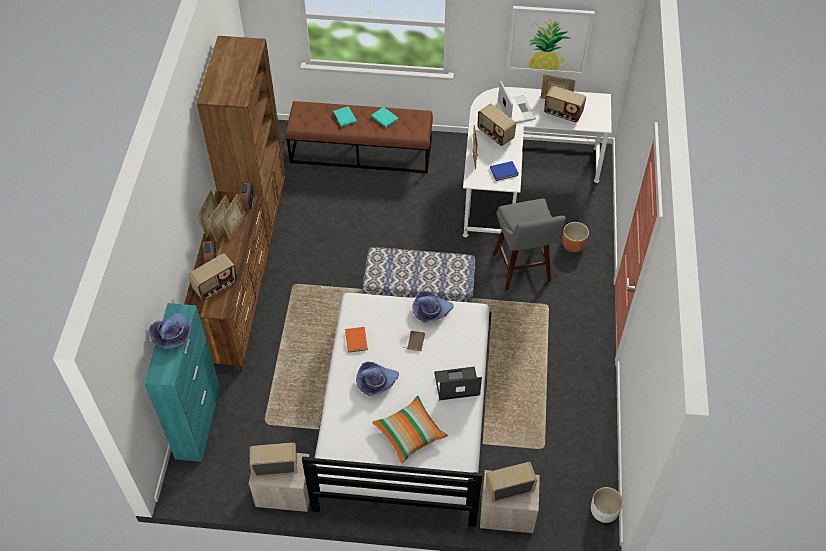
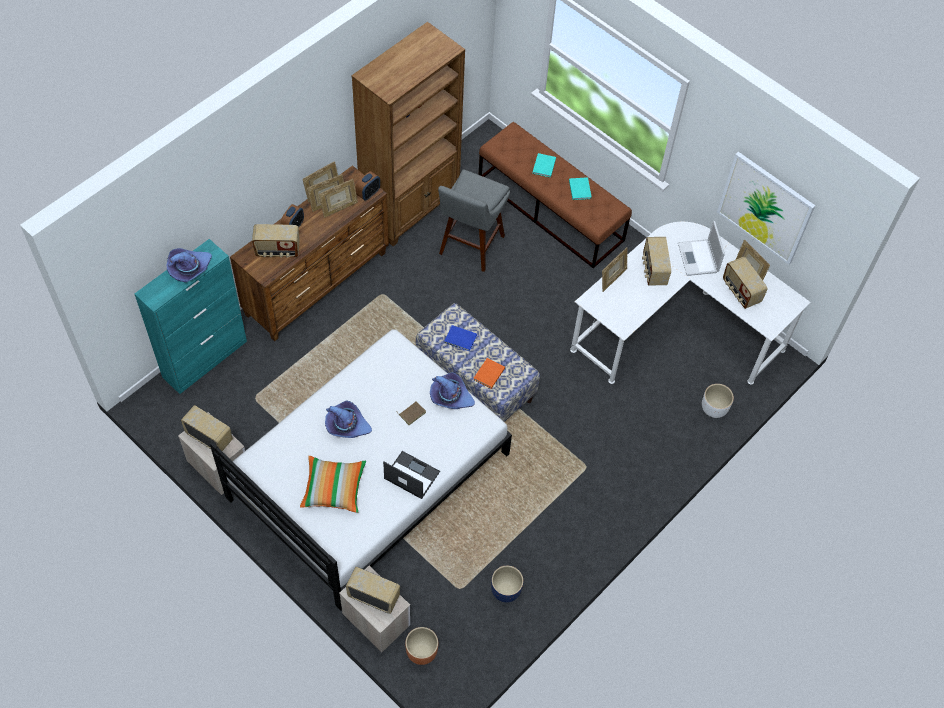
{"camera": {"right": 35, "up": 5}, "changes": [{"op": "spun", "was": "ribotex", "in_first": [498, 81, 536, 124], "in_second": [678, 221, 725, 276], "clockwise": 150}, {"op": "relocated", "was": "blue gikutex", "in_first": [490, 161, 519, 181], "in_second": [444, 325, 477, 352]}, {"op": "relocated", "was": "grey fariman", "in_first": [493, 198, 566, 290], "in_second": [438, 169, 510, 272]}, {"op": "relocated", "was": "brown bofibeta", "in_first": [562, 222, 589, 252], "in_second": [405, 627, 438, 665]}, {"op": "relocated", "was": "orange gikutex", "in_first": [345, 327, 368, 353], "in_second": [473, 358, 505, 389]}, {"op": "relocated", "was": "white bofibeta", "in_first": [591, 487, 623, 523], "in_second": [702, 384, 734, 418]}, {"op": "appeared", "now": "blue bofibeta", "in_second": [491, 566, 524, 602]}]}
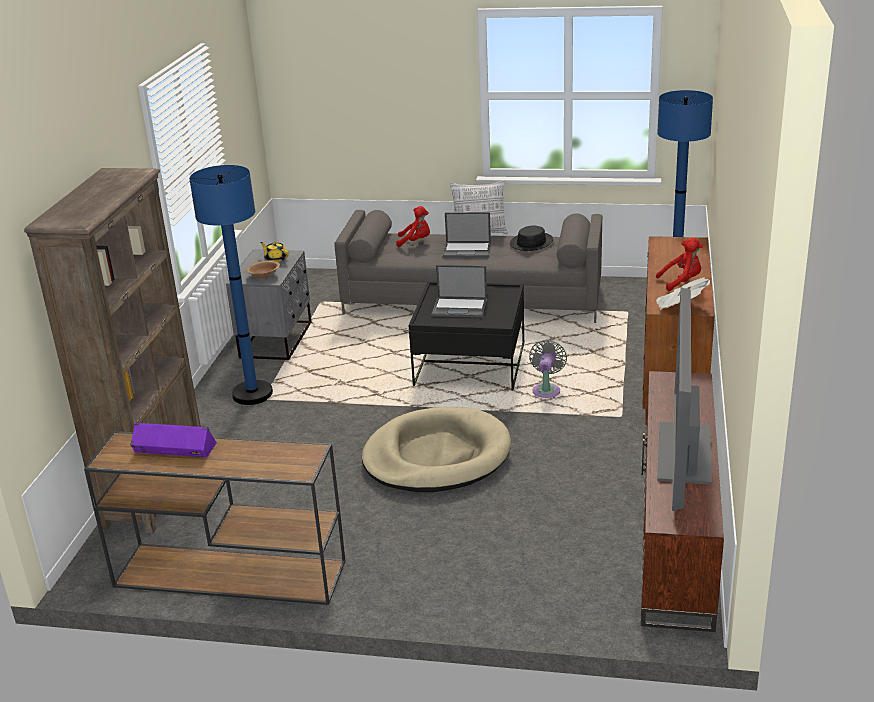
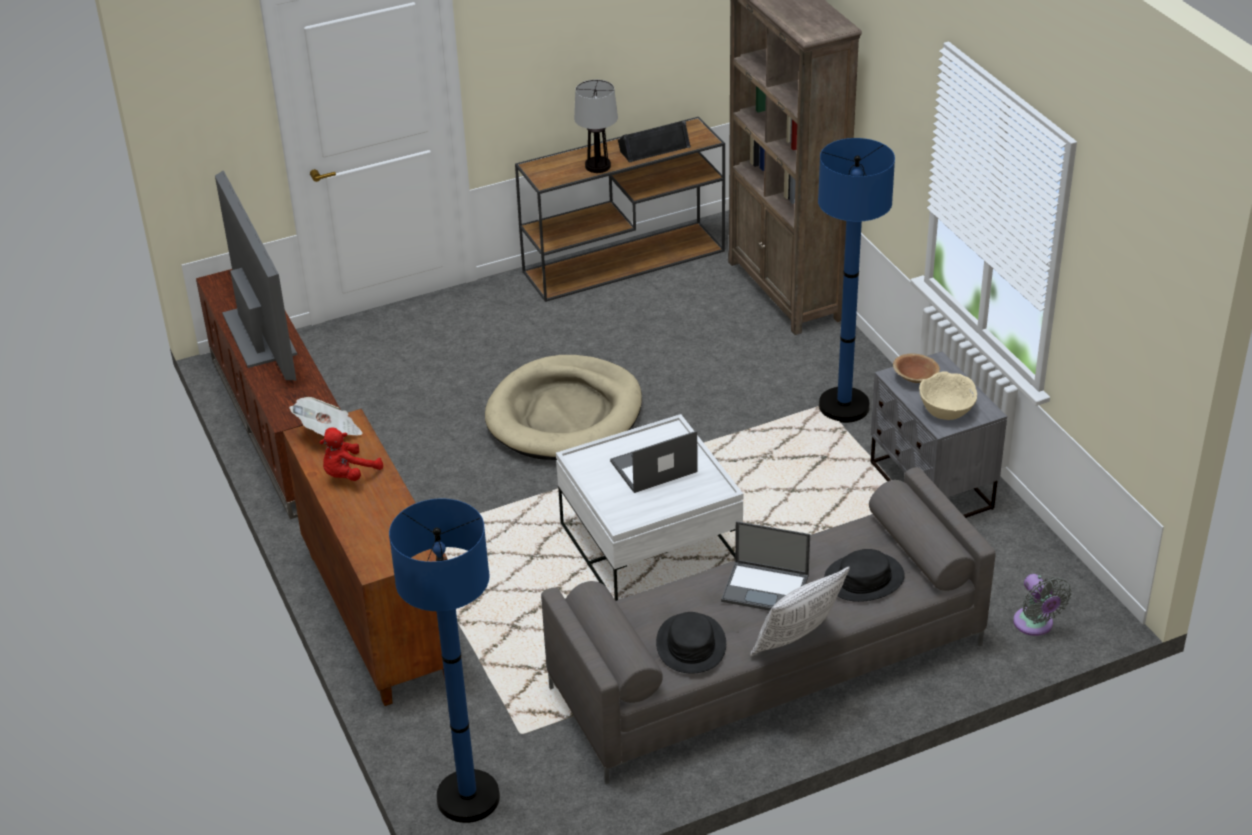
{"camera": {"right": 145, "up": 10}, "changes": [{"op": "exchanged", "was": "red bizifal", "now": "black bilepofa", "in_first": [397, 206, 430, 247], "in_second": [824, 549, 905, 602]}, {"op": "spun", "was": "ribotex", "in_first": [443, 212, 491, 258], "in_second": [721, 521, 810, 611], "clockwise": -135}, {"op": "exchanged", "was": "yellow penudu", "now": "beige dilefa", "in_first": [260, 242, 289, 262], "in_second": [919, 371, 977, 420]}, {"op": "colour", "was": "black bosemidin", "now": "white bosemidin", "in_first": [409, 281, 524, 391], "in_second": [556, 414, 743, 601]}, {"op": "relocated", "was": "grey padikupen", "in_first": [529, 340, 567, 398], "in_second": [1013, 574, 1072, 636]}, {"op": "colour", "was": "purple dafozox", "now": "black dafozox", "in_first": [130, 422, 217, 457], "in_second": [618, 120, 691, 163]}, {"op": "appeared", "now": "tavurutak", "in_second": [574, 80, 618, 173]}]}
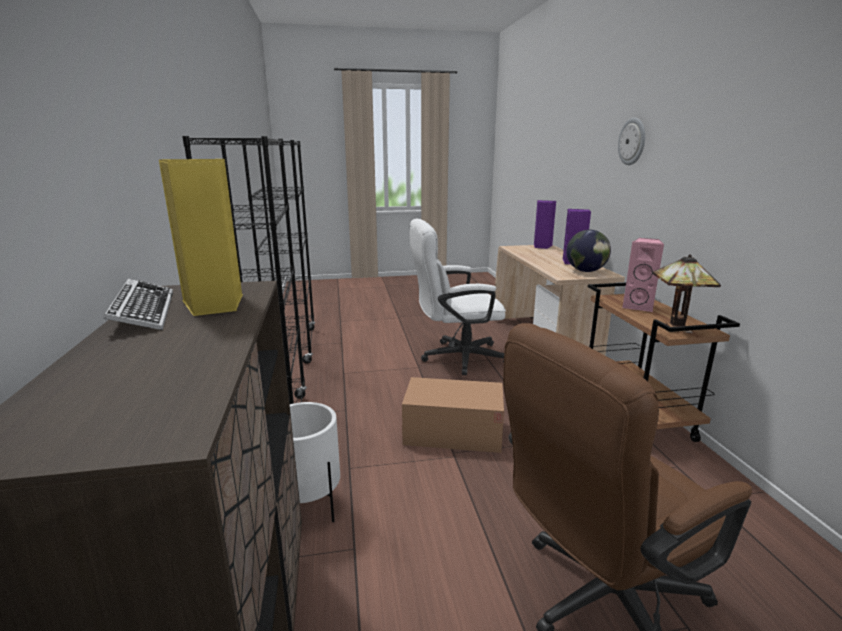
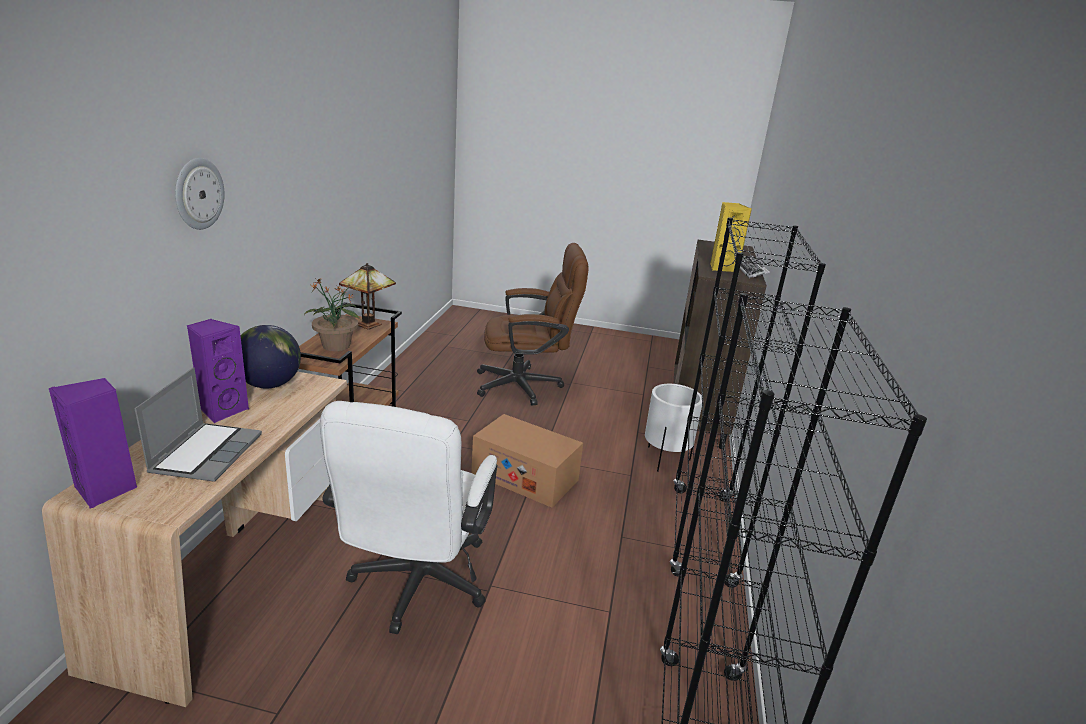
{"camera": {"right": -160, "up": 5}, "changes": [{"op": "spun", "was": "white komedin", "in_first": [409, 218, 506, 375], "in_second": [320, 401, 497, 634], "clockwise": 90}, {"op": "exchanged", "was": "pink dafozox", "now": "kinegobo", "in_first": [622, 238, 664, 312], "in_second": [304, 279, 361, 351]}, {"op": "appeared", "now": "ribotex", "in_second": [134, 367, 262, 482]}]}
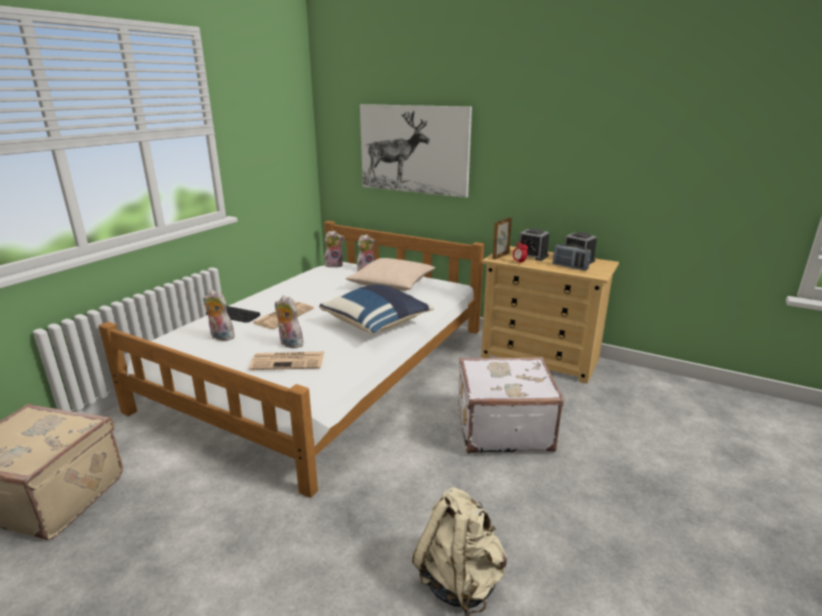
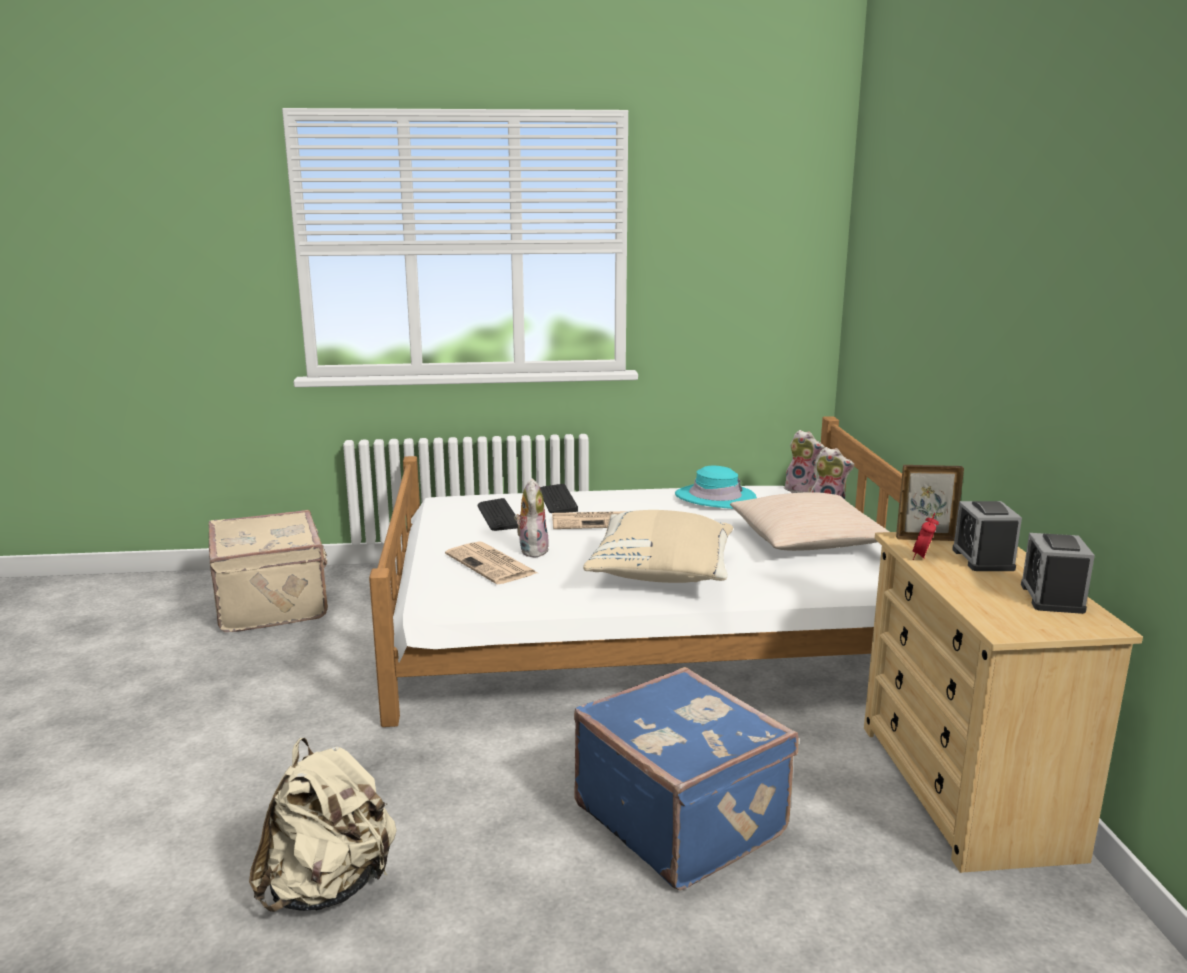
{"camera": {"right": 55, "up": -5}, "changes": [{"op": "missing", "was": "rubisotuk", "in_first": [360, 104, 472, 198]}, {"op": "missing", "was": "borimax", "in_first": [553, 244, 591, 270]}, {"op": "colour", "was": "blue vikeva", "now": "beige vikeva", "in_first": [319, 284, 434, 334], "in_second": [583, 510, 733, 583]}, {"op": "exchanged", "was": "bizifal", "now": "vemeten", "in_first": [203, 290, 236, 341], "in_second": [478, 498, 518, 531]}, {"op": "colour", "was": "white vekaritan", "now": "blue vekaritan", "in_first": [459, 357, 564, 454], "in_second": [574, 667, 799, 890]}, {"op": "appeared", "now": "turquoise bilepofa", "in_second": [675, 465, 757, 509]}]}
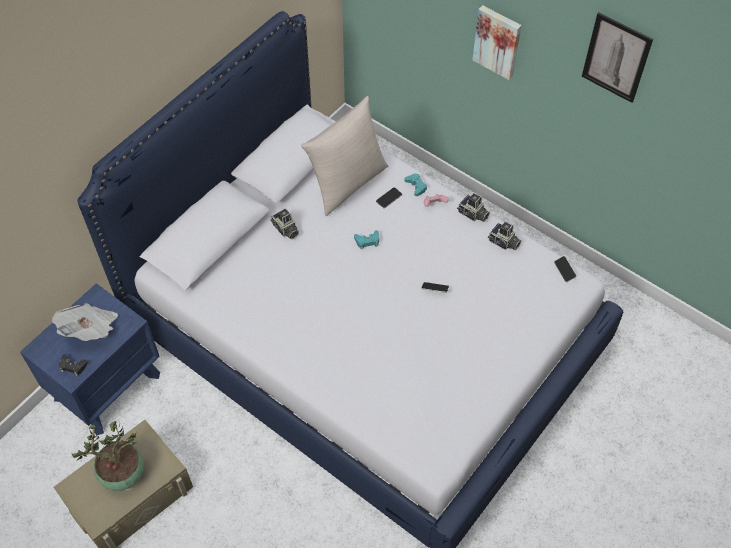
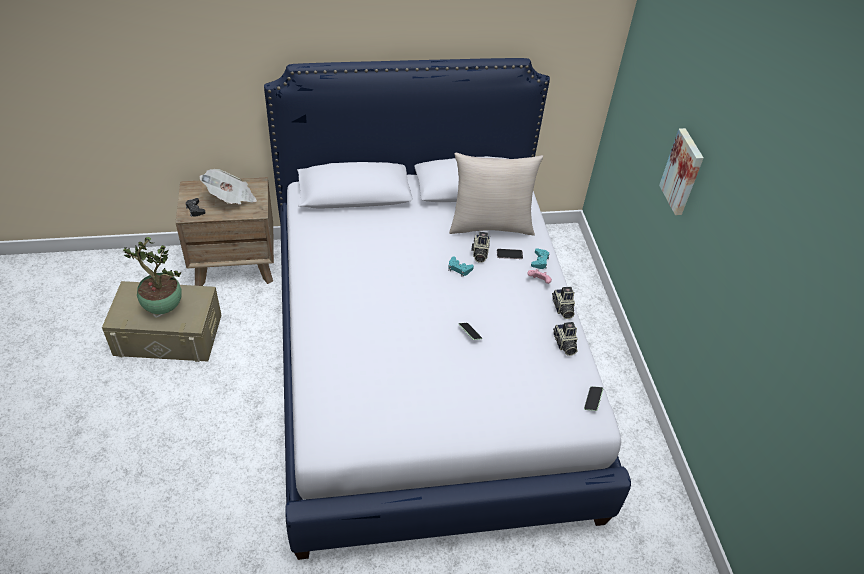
{"camera": {"right": 40, "up": -10}, "changes": [{"op": "missing", "was": "rubisotuk", "in_first": [582, 12, 653, 103]}, {"op": "relocated", "was": "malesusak", "in_first": [270, 209, 299, 239], "in_second": [471, 232, 490, 263]}, {"op": "colour", "was": "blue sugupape", "now": "brown sugupape", "in_first": [20, 283, 160, 436], "in_second": [175, 177, 274, 286]}]}
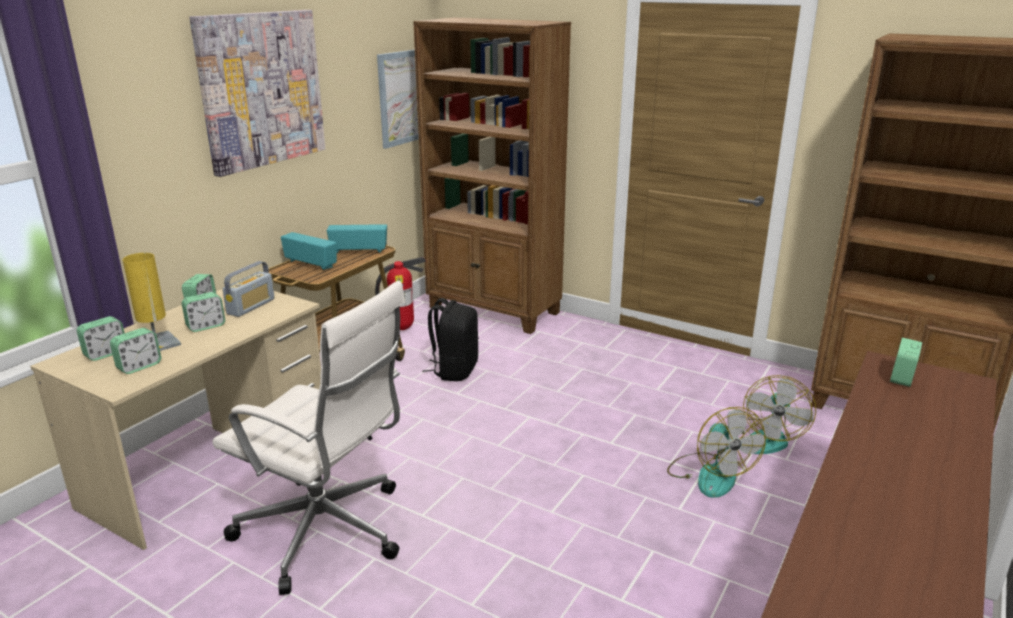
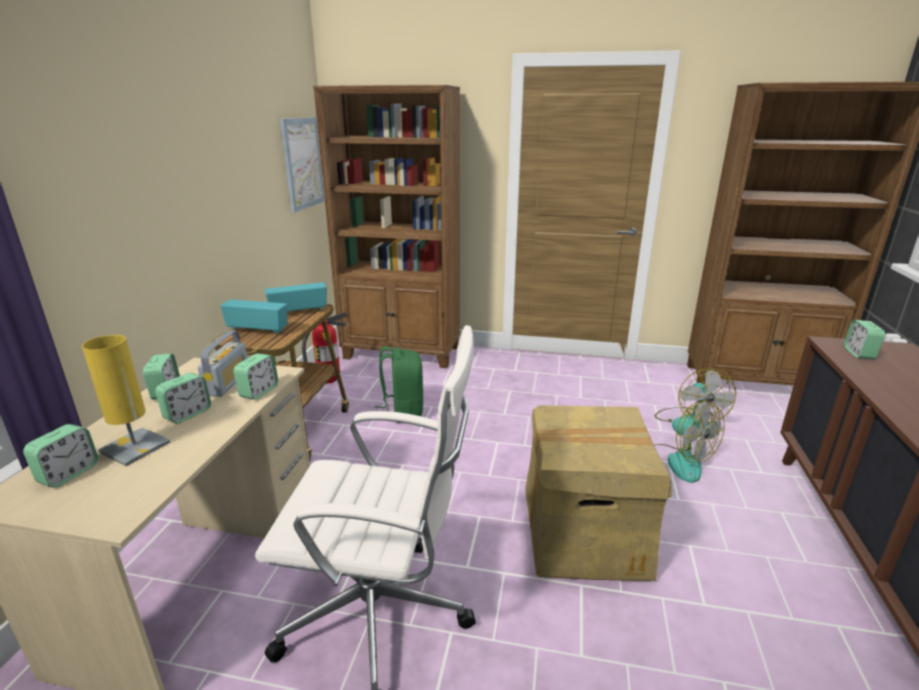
{"camera": {"right": -20, "up": 0}, "changes": [{"op": "missing", "was": "rubisotuk", "in_first": [189, 10, 326, 177]}, {"op": "colour", "was": "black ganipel", "now": "green ganipel", "in_first": [422, 298, 478, 381], "in_second": [374, 346, 423, 423]}, {"op": "relocated", "was": "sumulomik", "in_first": [110, 328, 161, 374], "in_second": [234, 353, 278, 400]}, {"op": "appeared", "now": "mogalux", "in_second": [525, 405, 672, 581]}]}
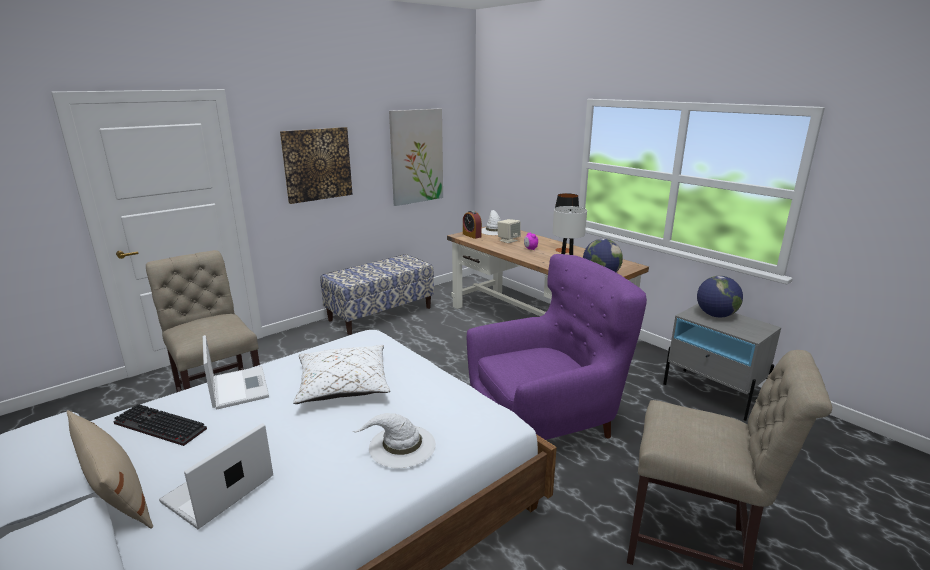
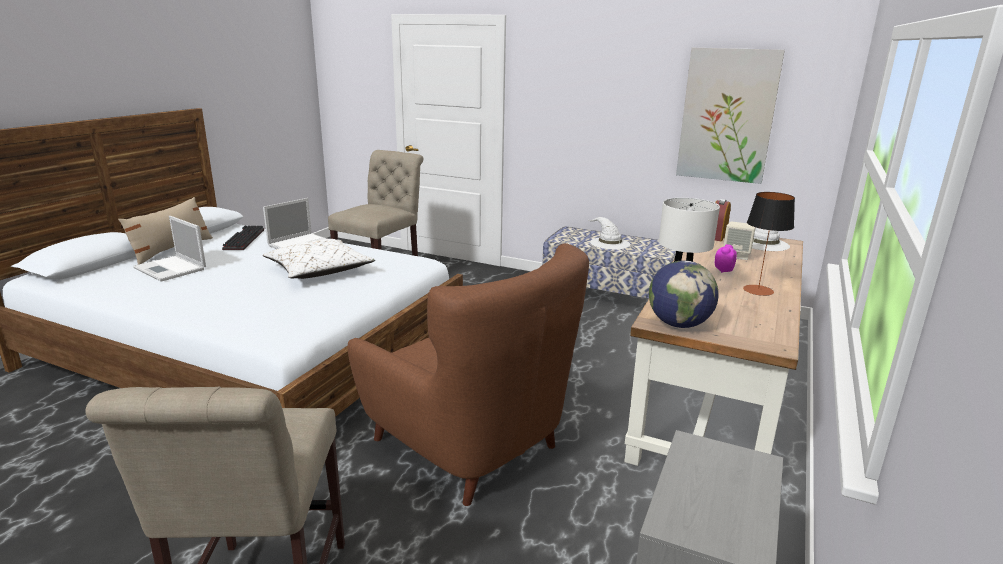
{"camera": {"right": 65, "up": 0}, "changes": [{"op": "missing", "was": "rubisotuk", "in_first": [280, 127, 353, 204]}, {"op": "colour", "was": "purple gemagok", "now": "brown gemagok", "in_first": [467, 254, 647, 440], "in_second": [348, 243, 589, 506]}, {"op": "missing", "was": "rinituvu", "in_first": [697, 276, 743, 317]}, {"op": "relocated", "was": "white bilepofa", "in_first": [352, 413, 436, 468], "in_second": [589, 217, 630, 250]}, {"op": "spun", "was": "ribotex", "in_first": [159, 423, 273, 529], "in_second": [133, 216, 206, 282], "clockwise": -150}]}
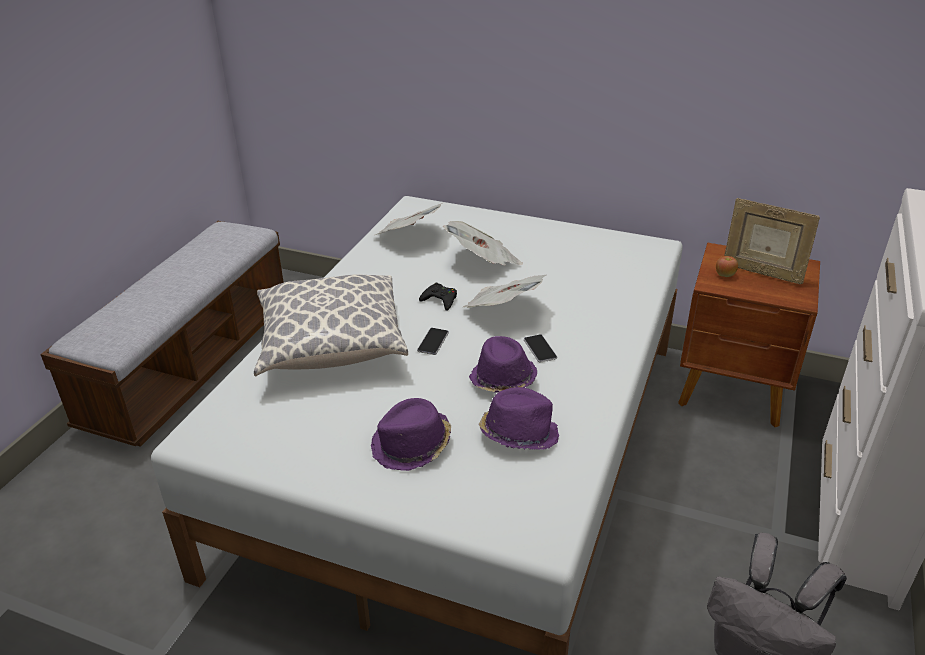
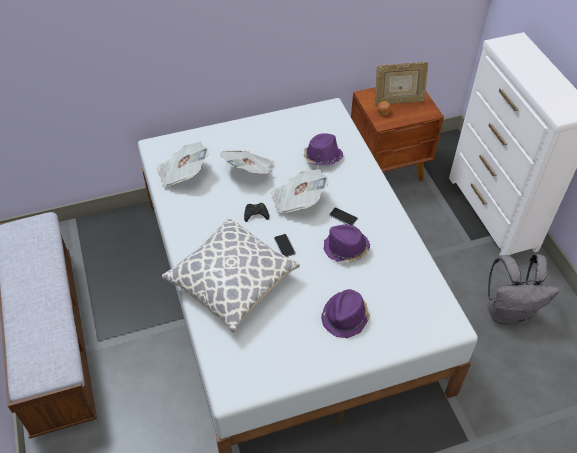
{"camera": {"right": -40, "up": 15}, "changes": [{"op": "relocated", "was": "purple bilepofa", "in_first": [479, 387, 559, 450], "in_second": [304, 134, 343, 166]}]}
